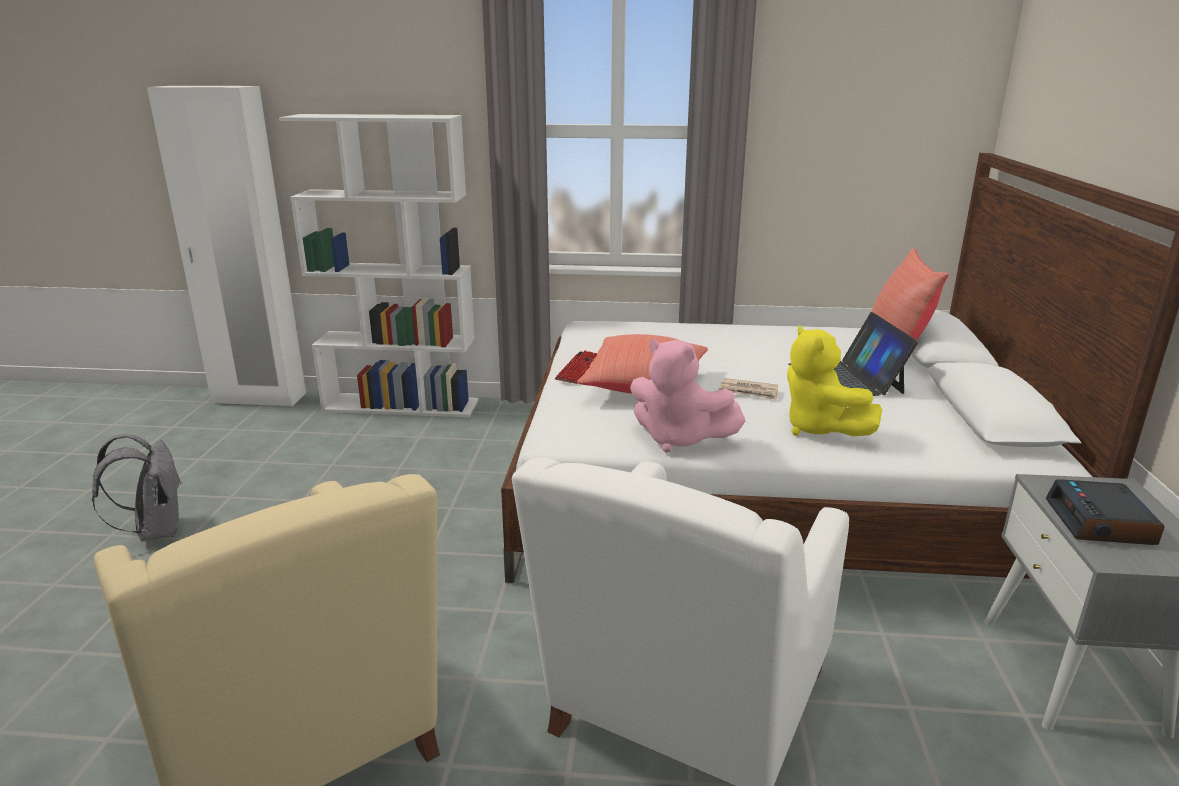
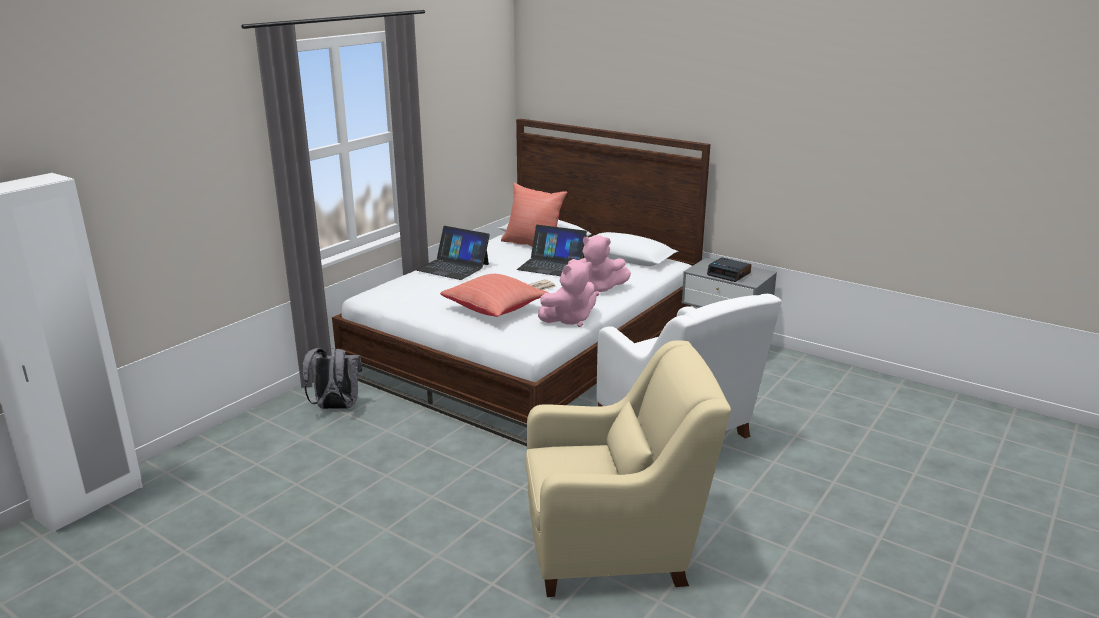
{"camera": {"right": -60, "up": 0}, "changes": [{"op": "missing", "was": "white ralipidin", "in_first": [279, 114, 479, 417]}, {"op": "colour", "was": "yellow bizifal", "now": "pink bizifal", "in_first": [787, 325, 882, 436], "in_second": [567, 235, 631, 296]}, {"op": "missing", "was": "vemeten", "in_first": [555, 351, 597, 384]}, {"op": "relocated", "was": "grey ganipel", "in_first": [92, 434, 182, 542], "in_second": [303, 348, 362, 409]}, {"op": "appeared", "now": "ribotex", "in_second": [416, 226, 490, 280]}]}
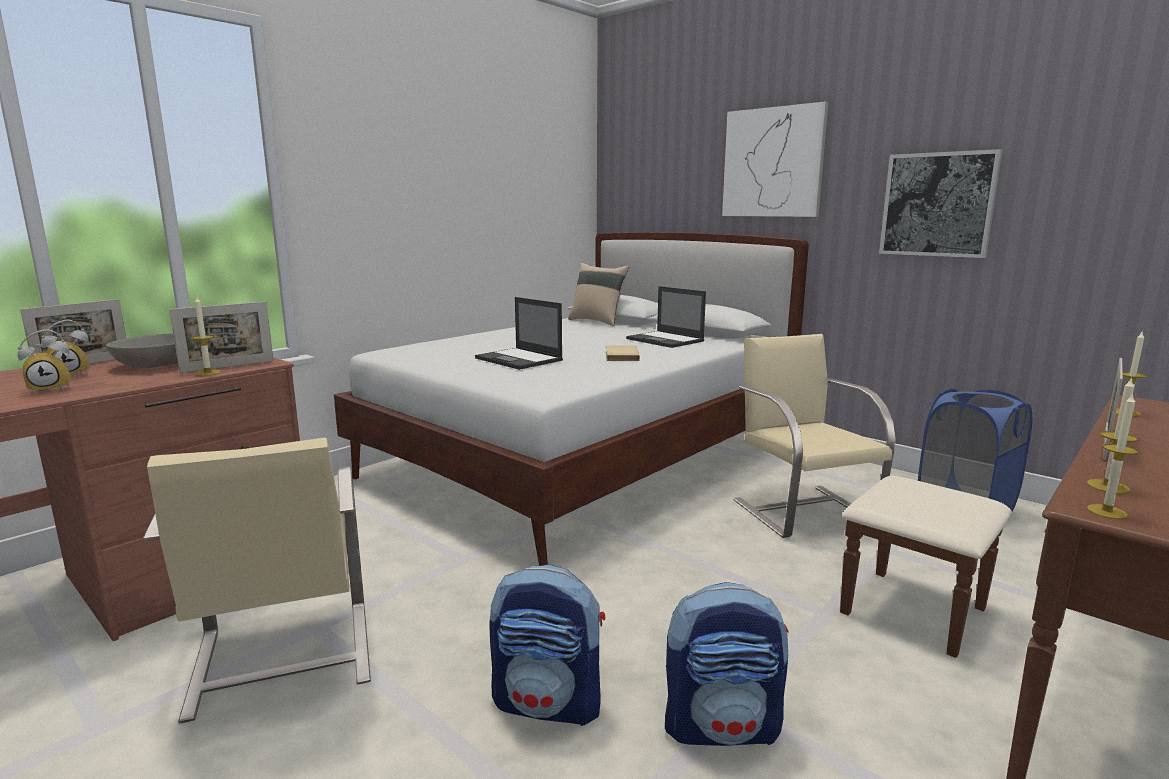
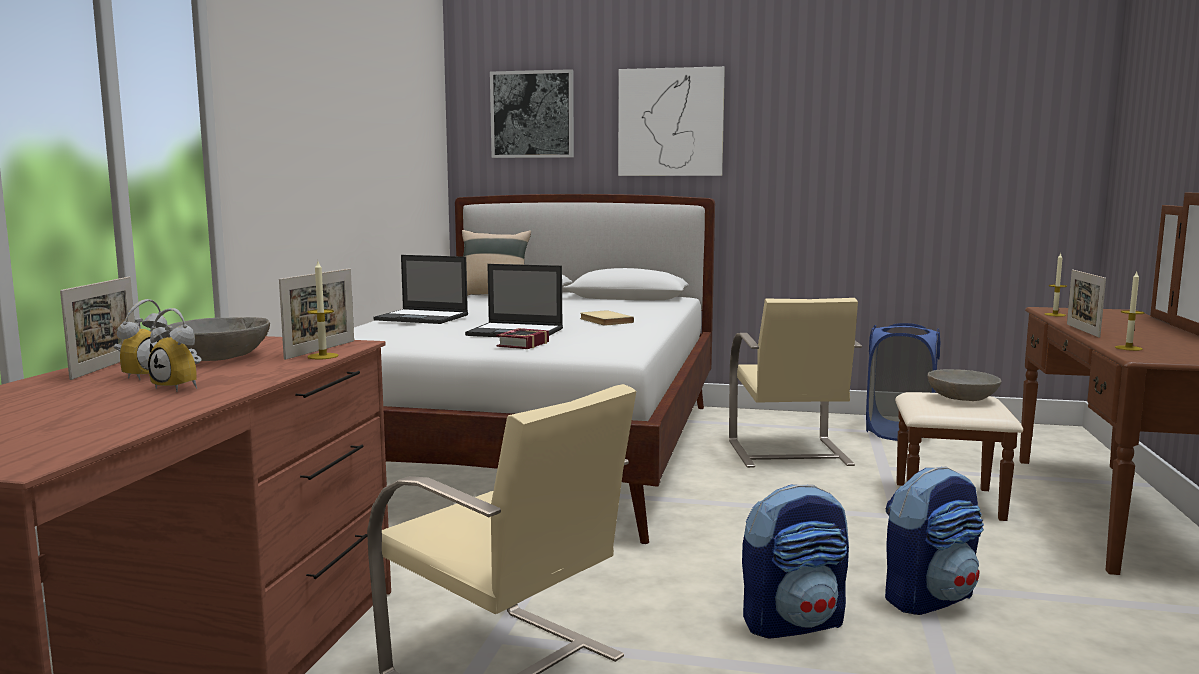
{"camera": {"right": -30, "up": -5}, "changes": [{"op": "relocated", "was": "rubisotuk", "in_first": [879, 149, 1002, 258], "in_second": [490, 69, 574, 158]}, {"op": "relocated", "was": "ribotex", "in_first": [626, 286, 706, 348], "in_second": [373, 255, 468, 324]}, {"op": "spun", "was": "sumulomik", "in_first": [17, 329, 72, 394], "in_second": [148, 308, 202, 392], "clockwise": 90}, {"op": "spun", "was": "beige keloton", "in_first": [733, 334, 896, 538], "in_second": [729, 298, 862, 468], "clockwise": -135}, {"op": "missing", "was": "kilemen", "in_first": [1087, 393, 1139, 519]}, {"op": "appeared", "now": "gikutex", "in_second": [496, 328, 549, 349]}, {"op": "appeared", "now": "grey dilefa", "in_second": [928, 369, 1002, 401]}]}
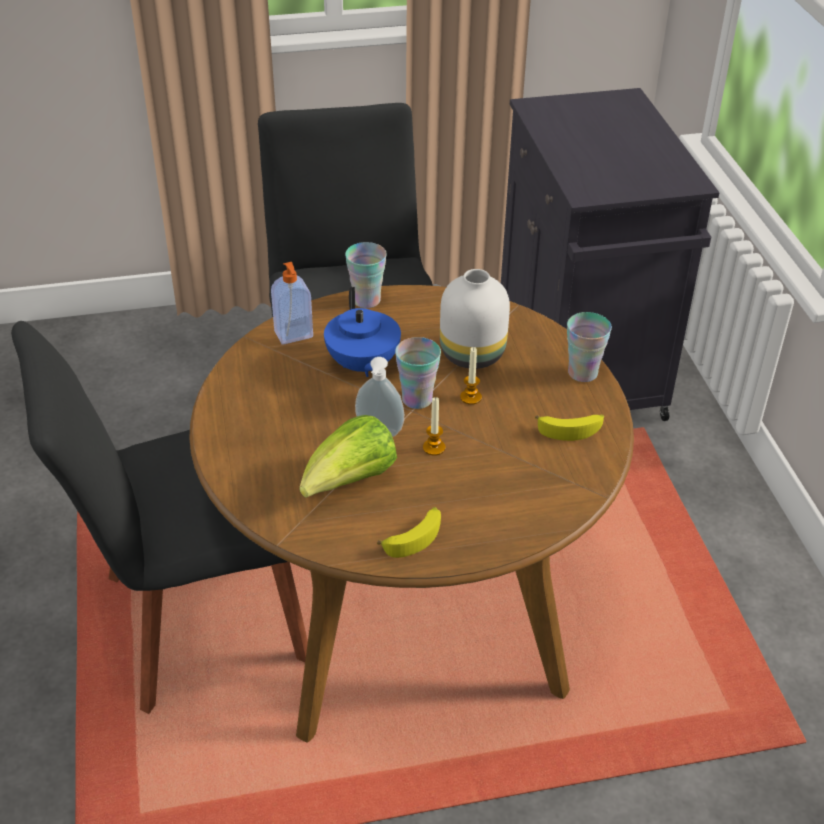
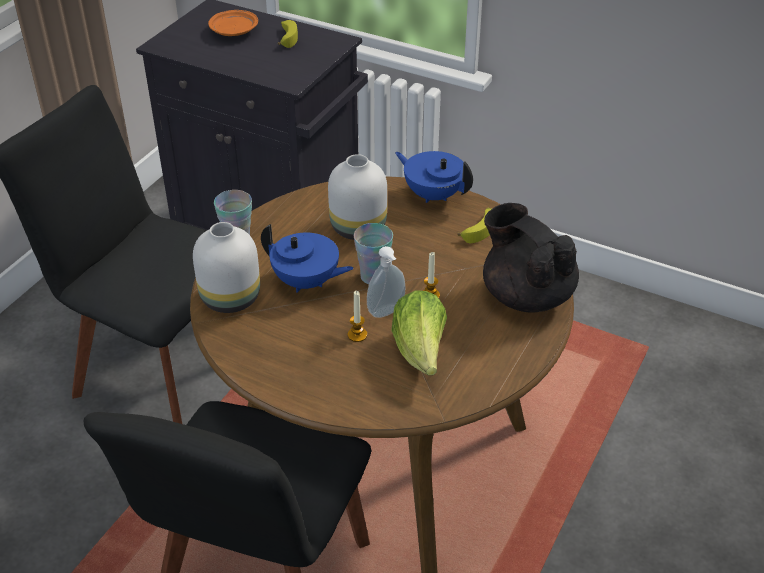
{"camera": {"right": -50, "up": 0}, "changes": [{"op": "exchanged", "was": "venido", "now": "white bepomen", "in_first": [271, 262, 313, 345], "in_second": [193, 222, 260, 313]}, {"op": "exchanged", "was": "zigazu", "now": "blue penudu", "in_first": [567, 312, 612, 382], "in_second": [395, 151, 473, 203]}, {"op": "relocated", "was": "kilemen", "in_first": [460, 347, 482, 405], "in_second": [348, 291, 367, 342]}, {"op": "relocated", "was": "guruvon", "in_first": [377, 507, 441, 558], "in_second": [278, 20, 298, 48]}, {"op": "appeared", "now": "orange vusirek", "in_second": [208, 10, 258, 36]}, {"op": "appeared", "now": "black penudu", "in_second": [483, 203, 579, 312]}]}
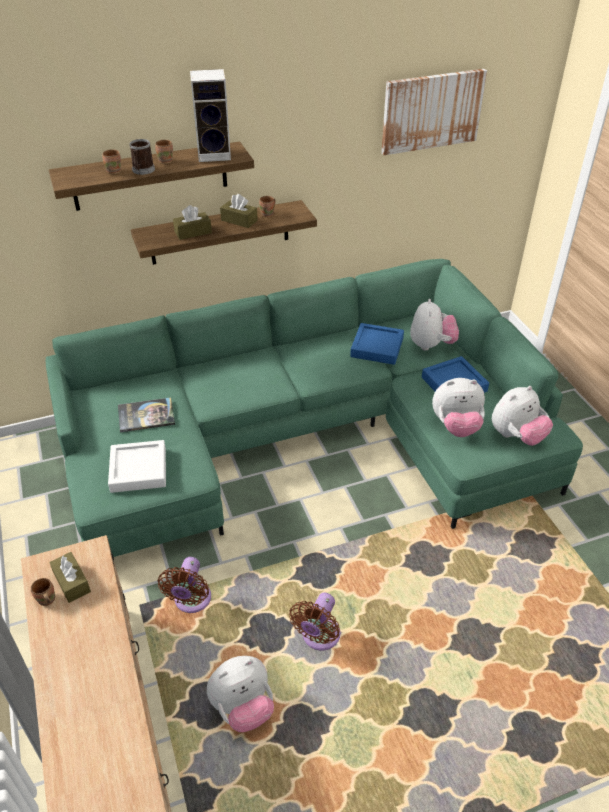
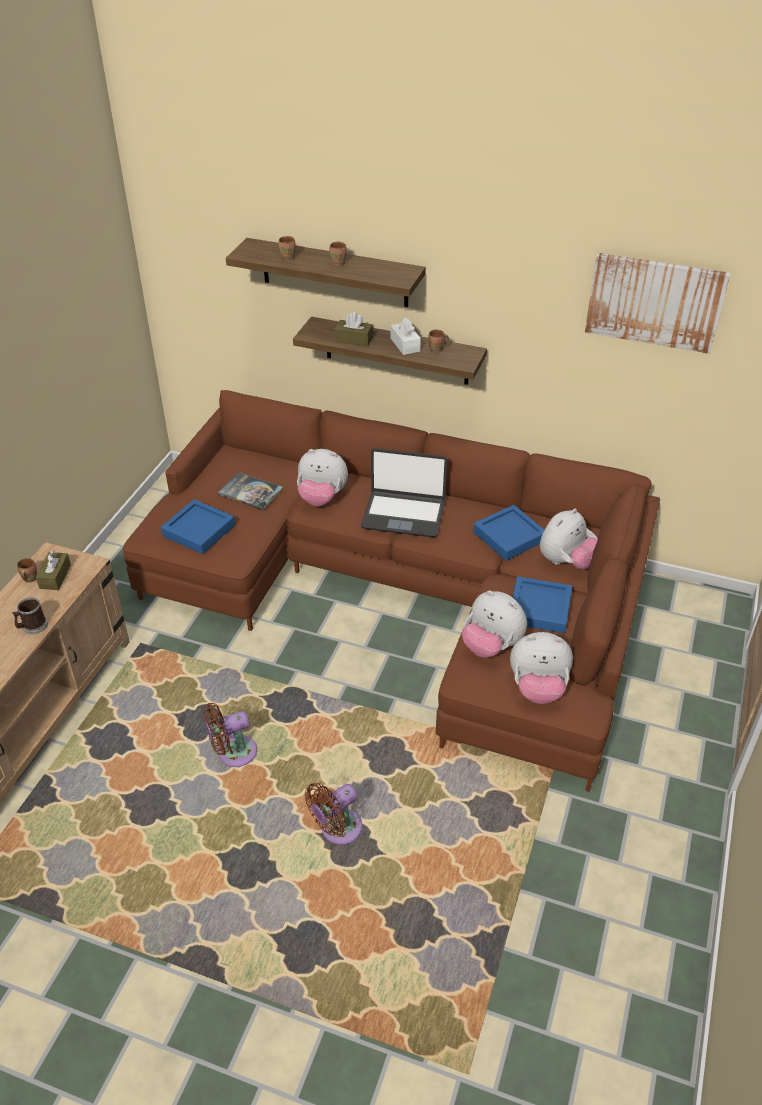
{"camera": {"right": 40, "up": 0}, "changes": [{"op": "missing", "was": "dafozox", "in_first": [190, 69, 231, 162]}, {"op": "relocated", "was": "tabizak", "in_first": [129, 139, 155, 175], "in_second": [12, 597, 48, 634]}, {"op": "colour", "was": "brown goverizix", "now": "white goverizix", "in_first": [220, 194, 258, 228], "in_second": [391, 318, 421, 355]}, {"op": "colour", "was": "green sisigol", "now": "brown sisigol", "in_first": [46, 259, 583, 557], "in_second": [123, 390, 660, 792]}, {"op": "colour", "was": "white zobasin", "now": "blue zobasin", "in_first": [108, 440, 166, 493], "in_second": [161, 499, 235, 554]}, {"op": "relocated", "was": "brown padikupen", "in_first": [158, 557, 211, 613], "in_second": [305, 783, 362, 845]}, {"op": "relocated", "was": "bizifal", "in_first": [207, 656, 274, 732], "in_second": [297, 449, 348, 506]}, {"op": "appeared", "now": "ribotex", "in_second": [361, 448, 447, 537]}]}
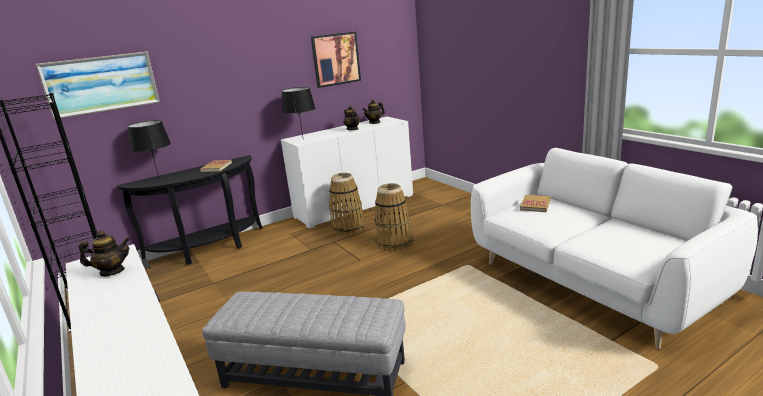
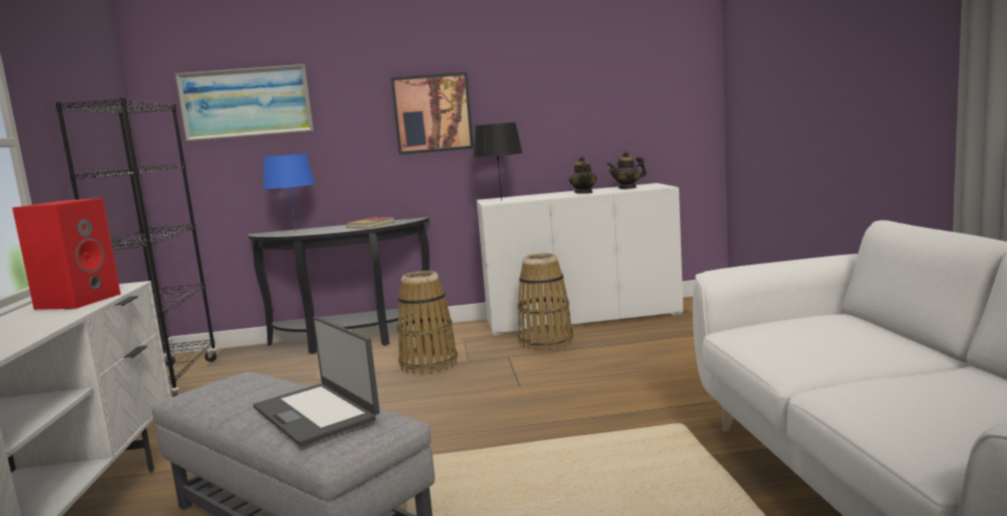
{"camera": {"right": 25, "up": -10}, "changes": [{"op": "relocated", "was": "rubisotuk", "in_first": [311, 32, 361, 88], "in_second": [391, 72, 474, 155]}, {"op": "colour", "was": "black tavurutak", "now": "blue tavurutak", "in_first": [127, 120, 171, 178], "in_second": [263, 153, 315, 231]}, {"op": "relocated", "was": "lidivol", "in_first": [374, 183, 413, 252], "in_second": [397, 271, 458, 375]}, {"op": "missing", "was": "gikutex", "in_first": [520, 195, 551, 212]}, {"op": "exchanged", "was": "penudu", "now": "red dafozox", "in_first": [78, 230, 130, 276], "in_second": [12, 198, 121, 310]}, {"op": "appeared", "now": "ribotex", "in_second": [253, 316, 380, 446]}]}
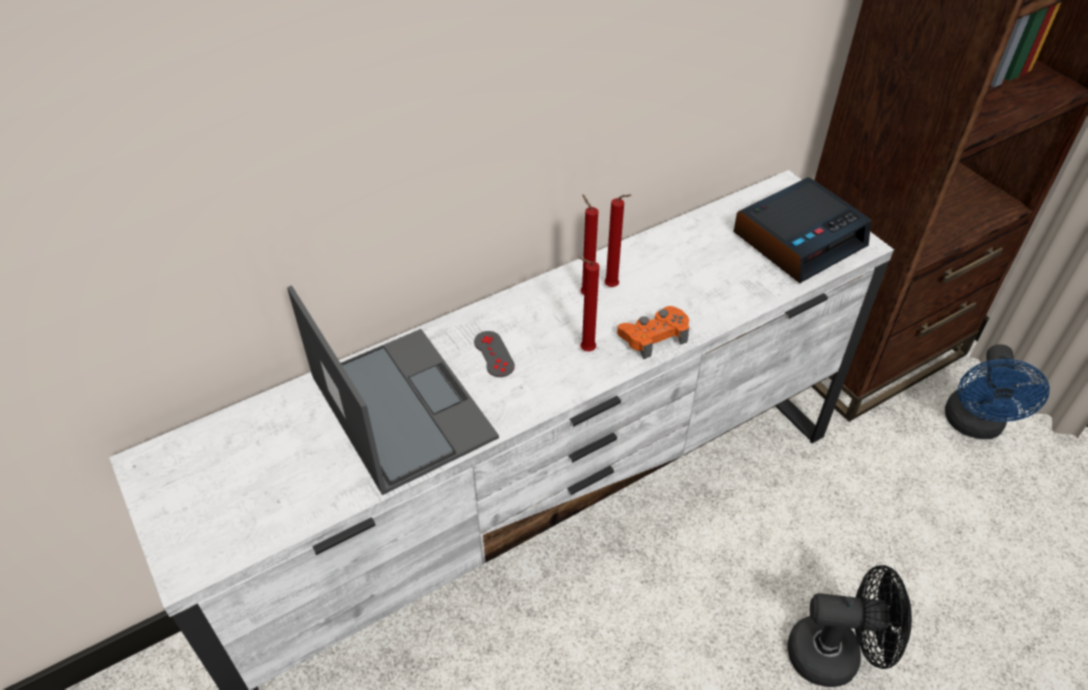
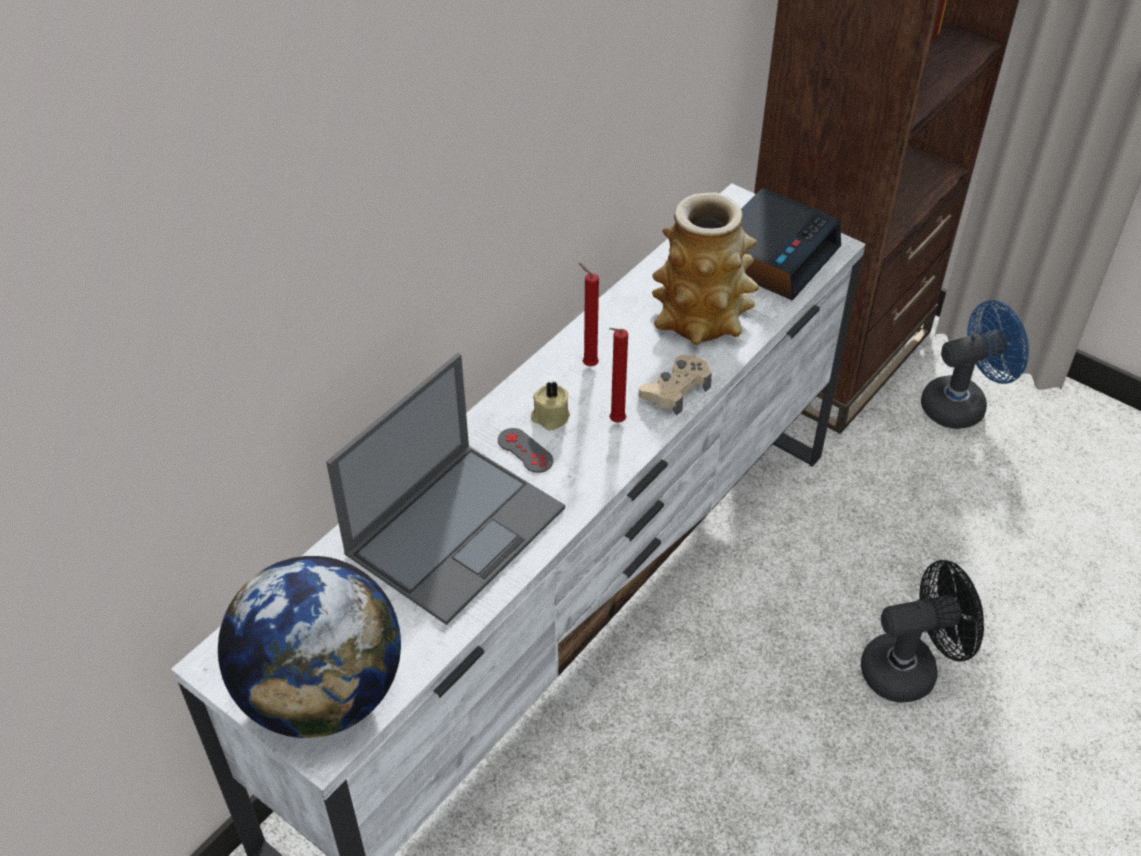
{"camera": {"right": -20, "up": 0}, "changes": [{"op": "missing", "was": "red kilemen", "in_first": [604, 194, 632, 287]}, {"op": "spun", "was": "ribotex", "in_first": [287, 285, 499, 495], "in_second": [326, 353, 565, 625], "clockwise": 90}, {"op": "colour", "was": "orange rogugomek", "now": "beige rogugomek", "in_first": [617, 306, 689, 359], "in_second": [639, 355, 712, 416]}, {"op": "spun", "was": "blue padikupen", "in_first": [945, 344, 1050, 439], "in_second": [921, 300, 1029, 429], "clockwise": -105}, {"op": "appeared", "now": "bepomen", "in_second": [652, 193, 759, 345]}, {"op": "appeared", "now": "beige kilemen", "in_second": [531, 381, 570, 430]}, {"op": "appeared", "now": "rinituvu", "in_second": [218, 556, 401, 738]}]}
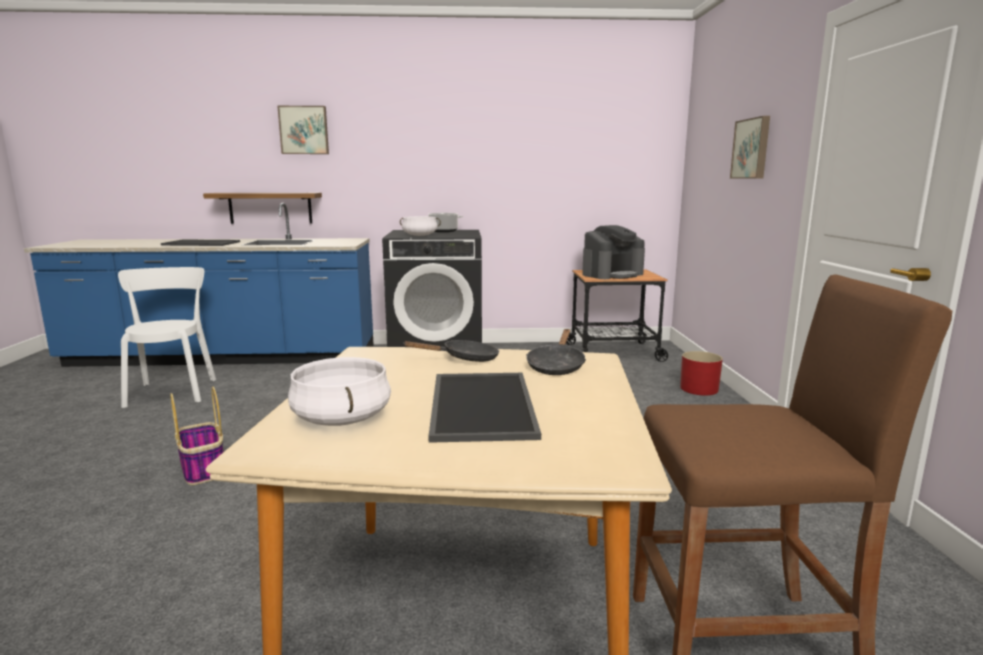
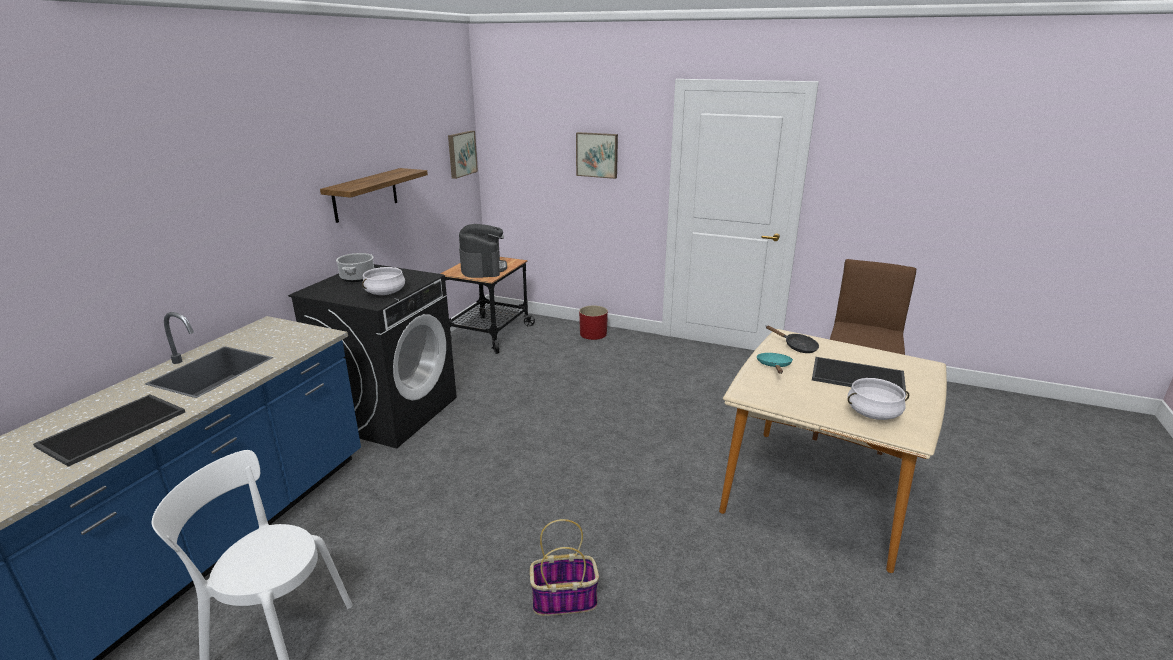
{"camera": {"right": -65, "up": 10}, "changes": [{"op": "relocated", "was": "rubisotuk", "in_first": [277, 106, 329, 154], "in_second": [448, 131, 478, 179]}, {"op": "relocated", "was": "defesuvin", "in_first": [203, 193, 322, 224], "in_second": [320, 168, 428, 223]}, {"op": "colour", "was": "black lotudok", "now": "turquoise lotudok", "in_first": [403, 340, 499, 362], "in_second": [757, 353, 793, 374]}]}
